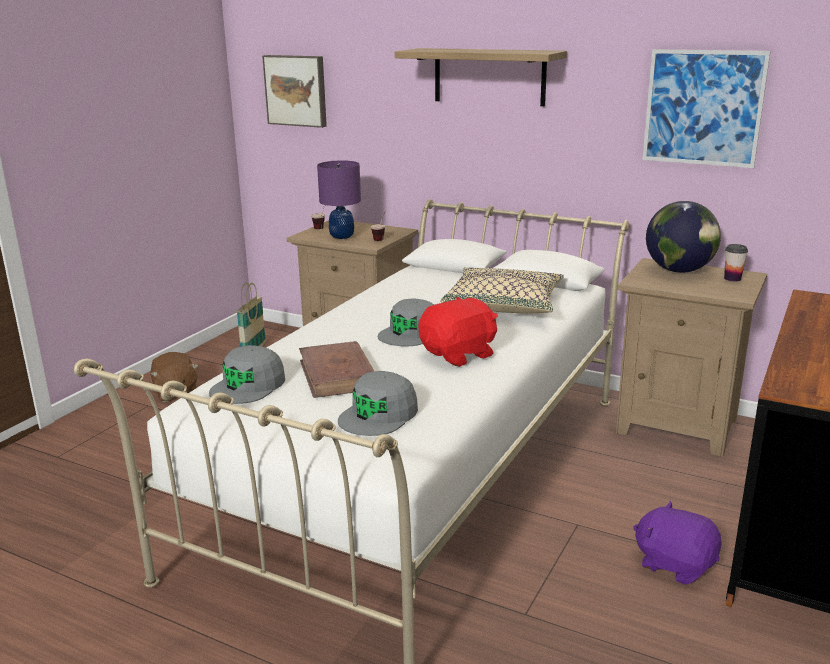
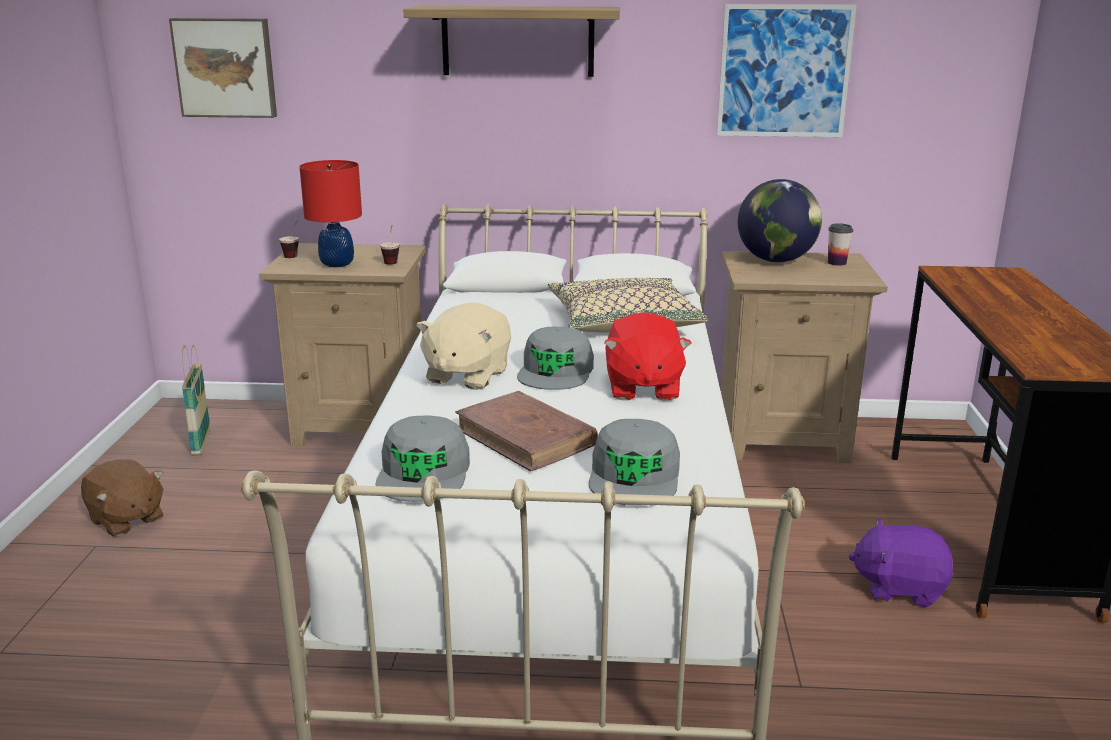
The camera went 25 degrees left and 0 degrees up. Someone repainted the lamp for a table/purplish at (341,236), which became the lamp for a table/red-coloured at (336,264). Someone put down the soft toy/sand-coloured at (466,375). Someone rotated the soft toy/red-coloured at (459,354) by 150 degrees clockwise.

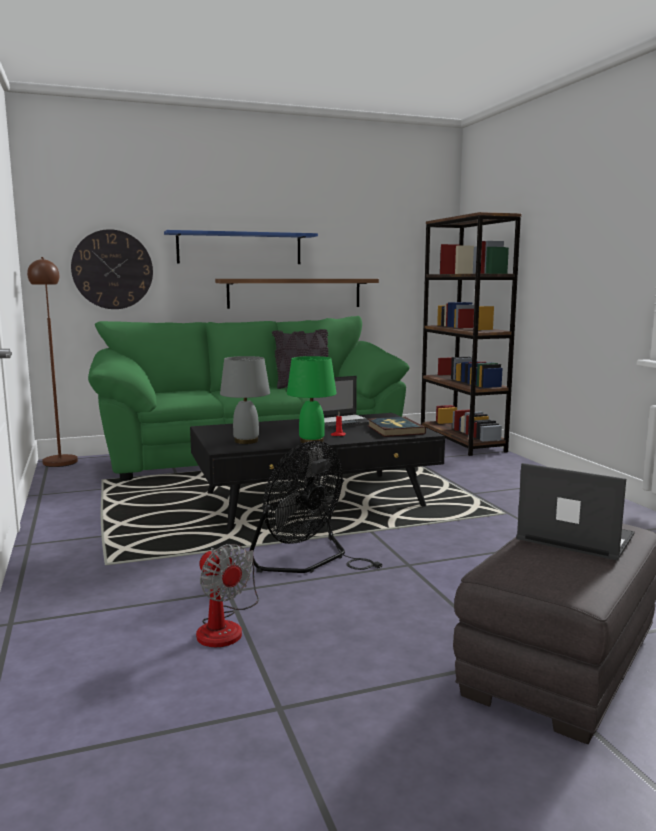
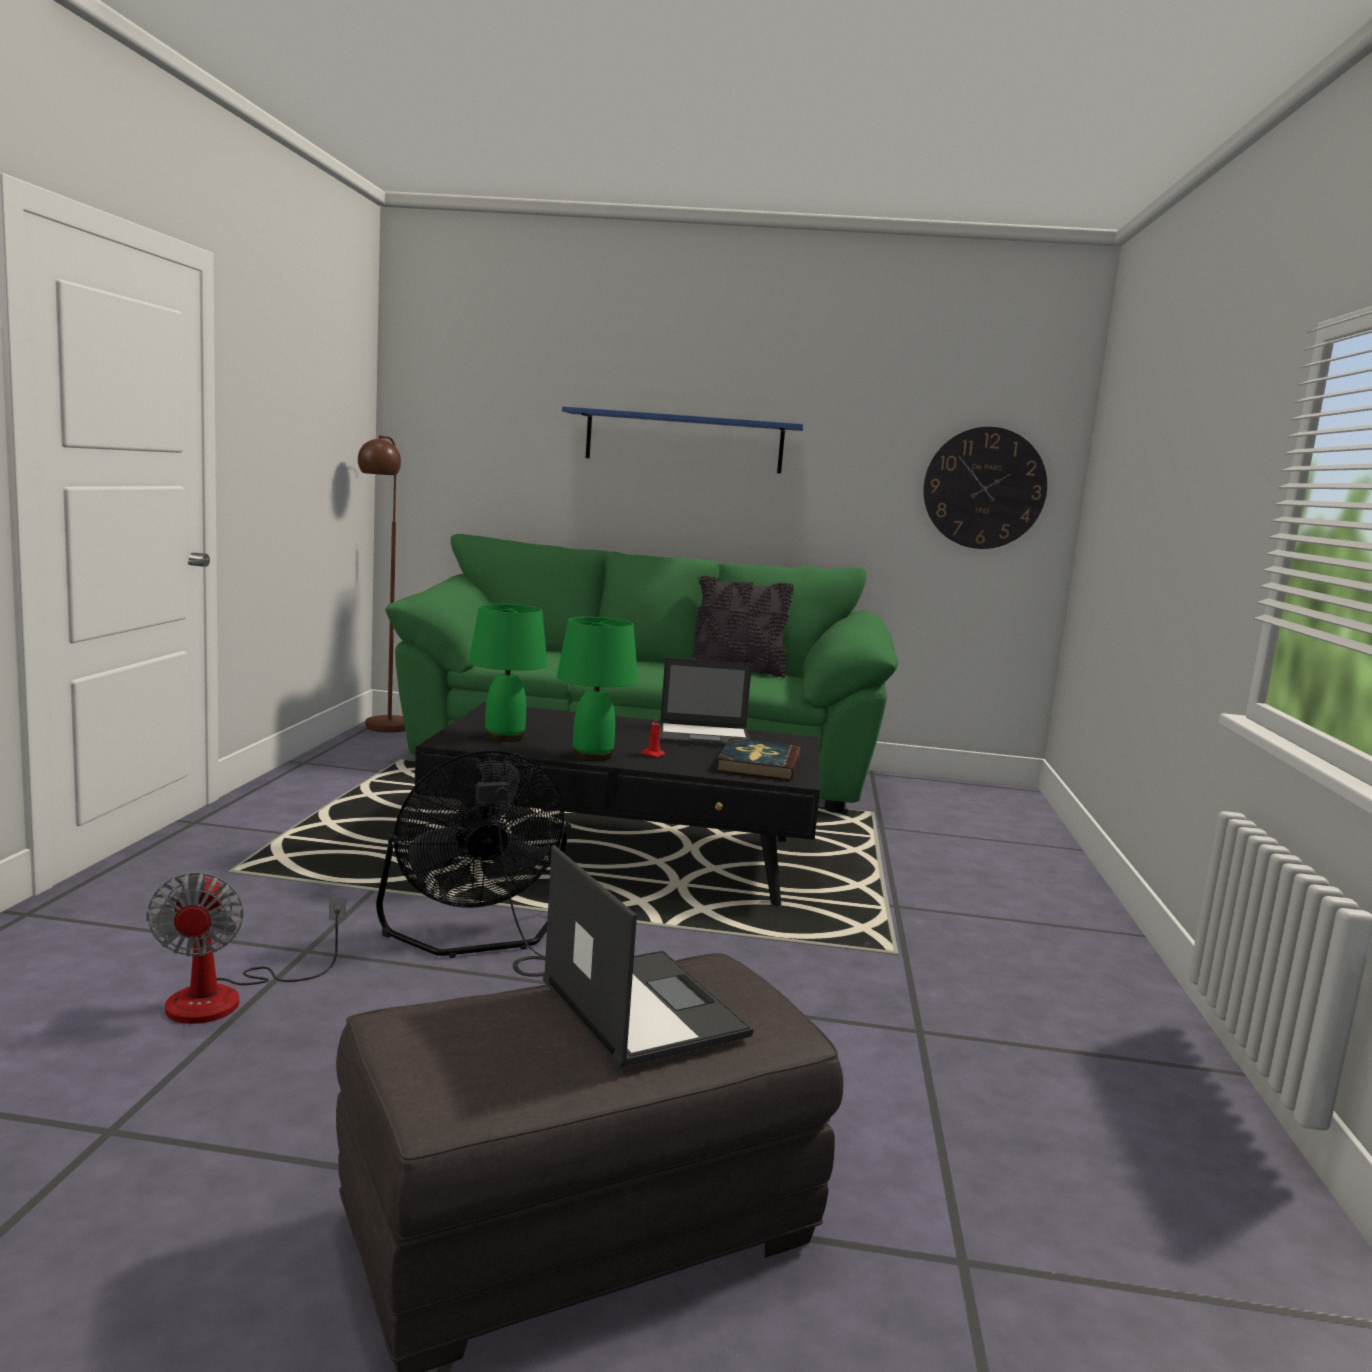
The camera went 25 degrees right and 0 degrees up. Someone repainted the lamp for a table/gray at (245,441), which became the lamp for a table/greenish at (504,737). Someone carried the clock on the wall from (112,269) to (984,488). Someone took away the wall shelf at (295,293). Someone took away the bookshelf/brown at (461,442).

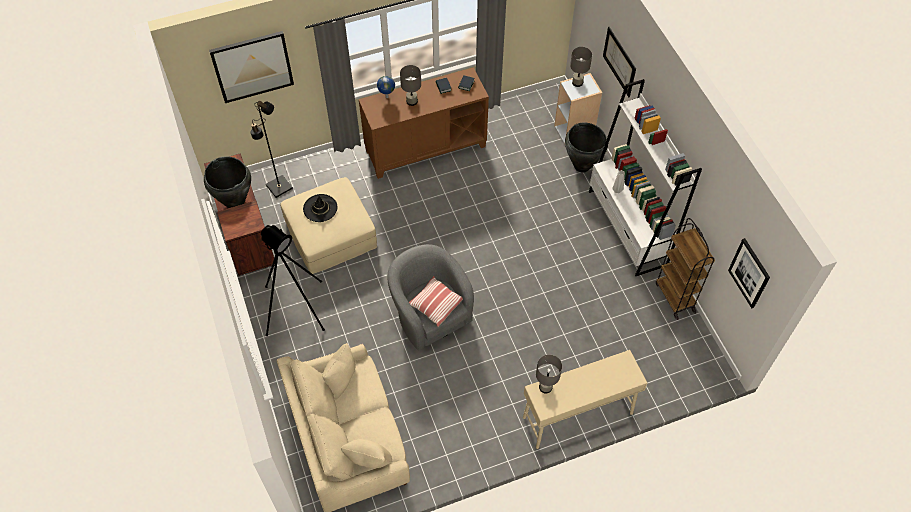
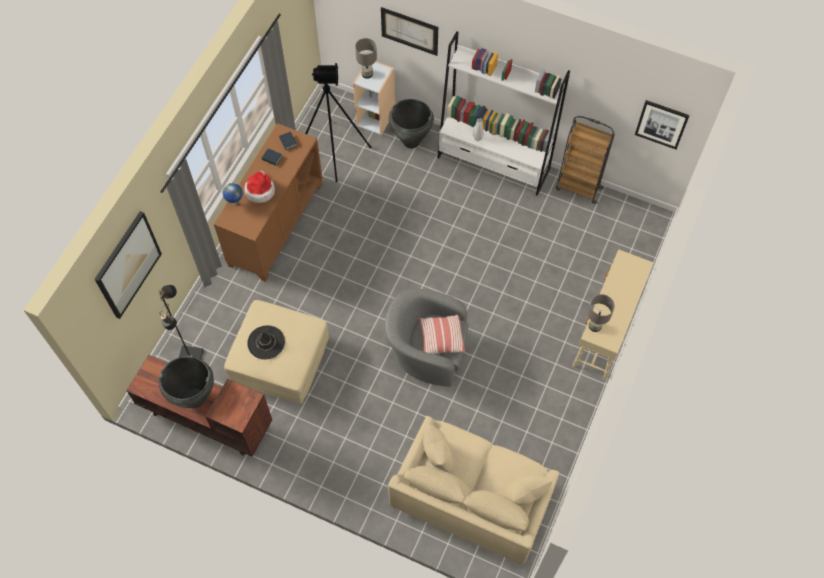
The camera went 45 degrees left and 5 degrees up. Someone swapped the lamp for a table/gray at (411,101) for the clothing hat at (260,190). Someone carried the standard lamp/black from (294,308) to (334,151).

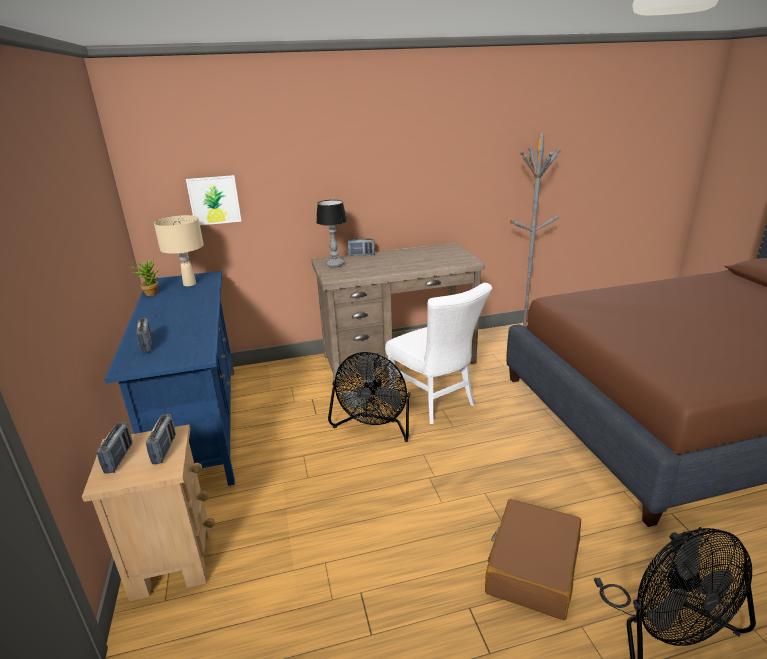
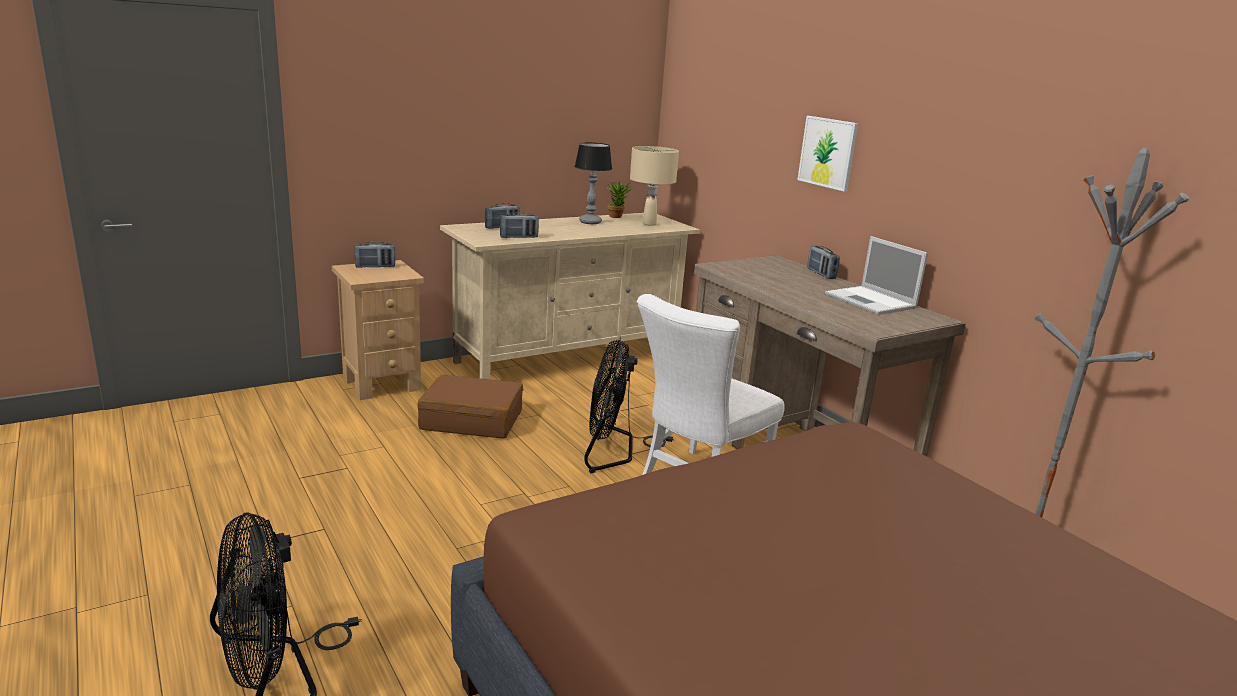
The camera went 70 degrees right and 5 degrees down. Someone carried the piece of luggage/brown from (532,566) to (472,420). Someone repainted the chest of drawers/blue at (201,424), which became the chest of drawers/sand-coloured at (568,358). Someone carried the radio from (164,449) to (519,237). Someone carried the lamp for a table from (335,264) to (591,222). Someone carried the wall picture from (214,200) to (828,152). Someone put down the portable computer at (871,301).

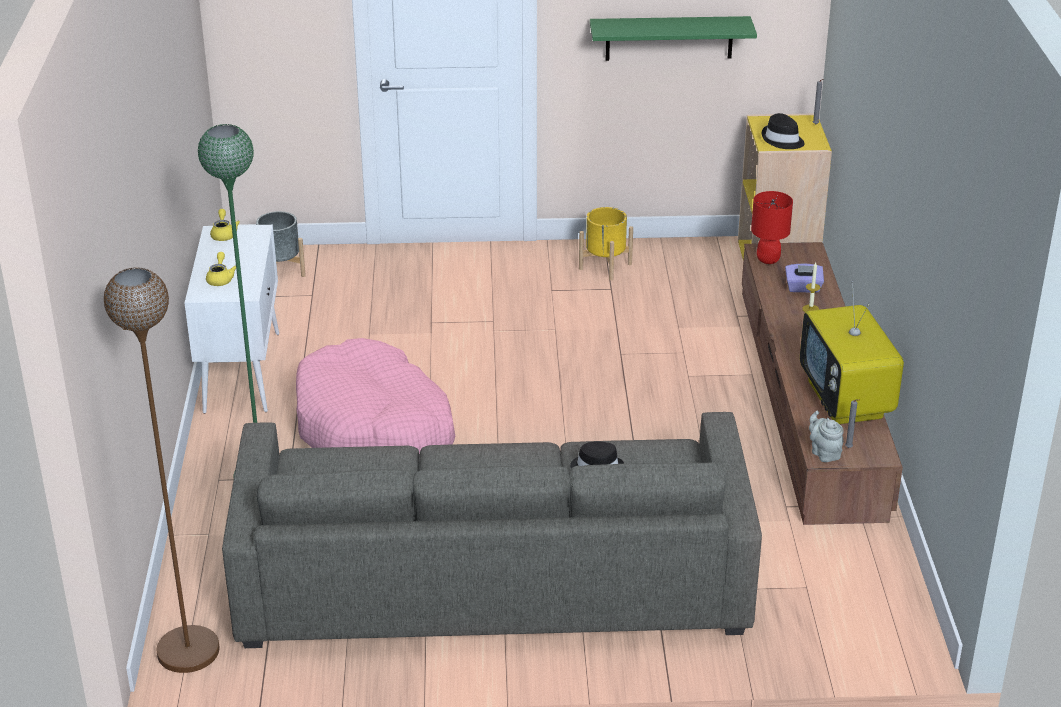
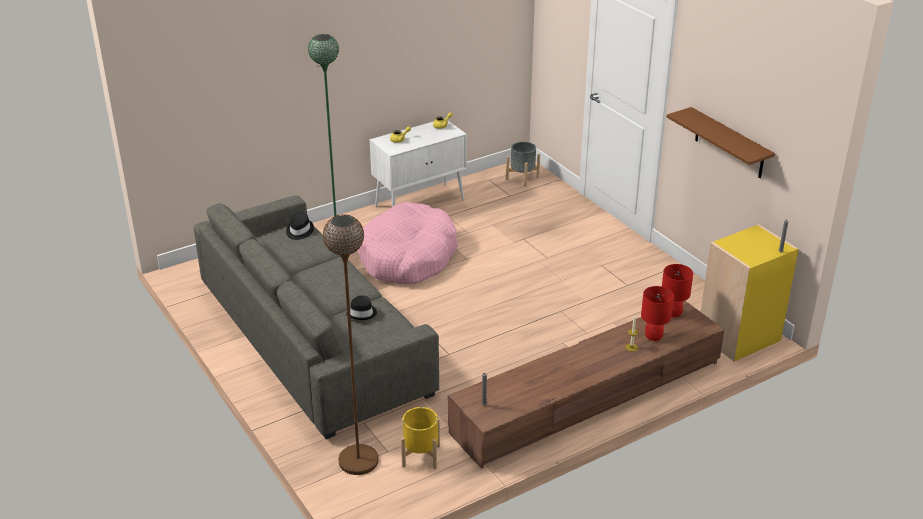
The camera went 60 degrees right and 0 degrees up. Someone carried the clothing hat/black from (782,140) to (299,231). Someone carried the standard lamp/brown from (187,651) to (358,461). Someone carried the planter/yellow from (605,266) to (421,456). Someone swapped the tissue holder/purplish at (803,288) for the lamp for a table/red-coloured at (654,337). Someone repainted the wall shelf/greenish at (669,38), which became the wall shelf/brown at (729,143). Someone took away the TV set at (846,400). Someone took away the tea pot/gray at (824,453).

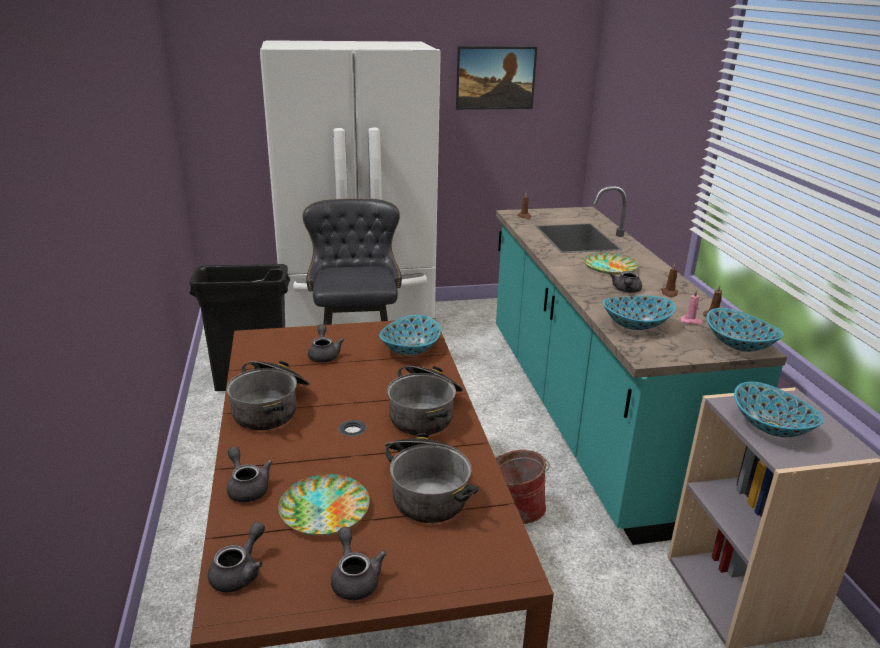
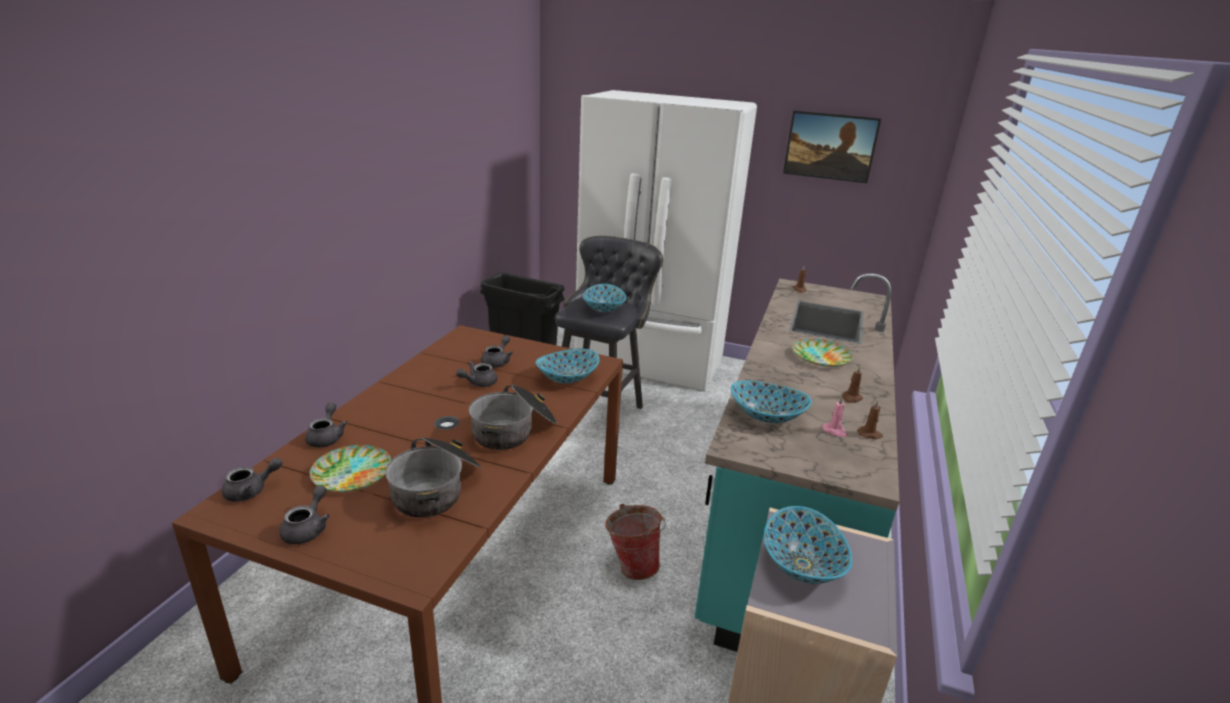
The camera went 30 degrees right and 0 degrees up. Someone carried the tea pot/gray from (626,291) to (478,383). Someone carried the bowl from (739,345) to (603,309). Someone took away the stockpot at (271,407).

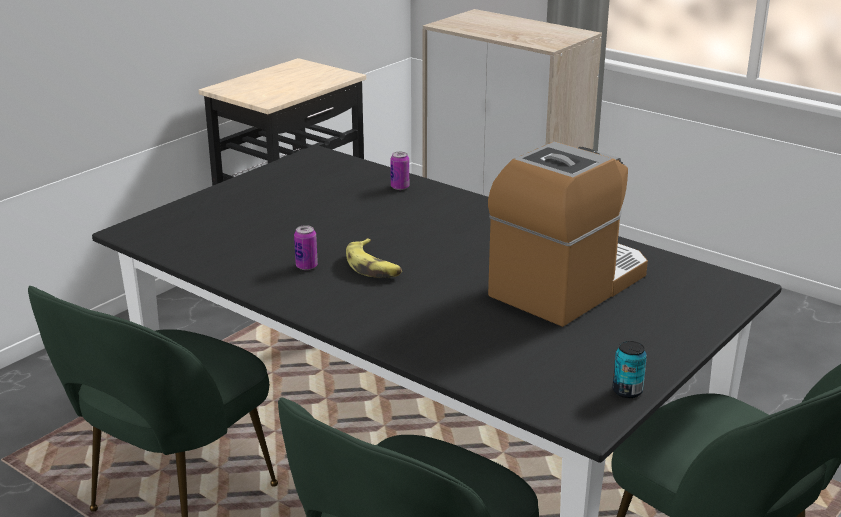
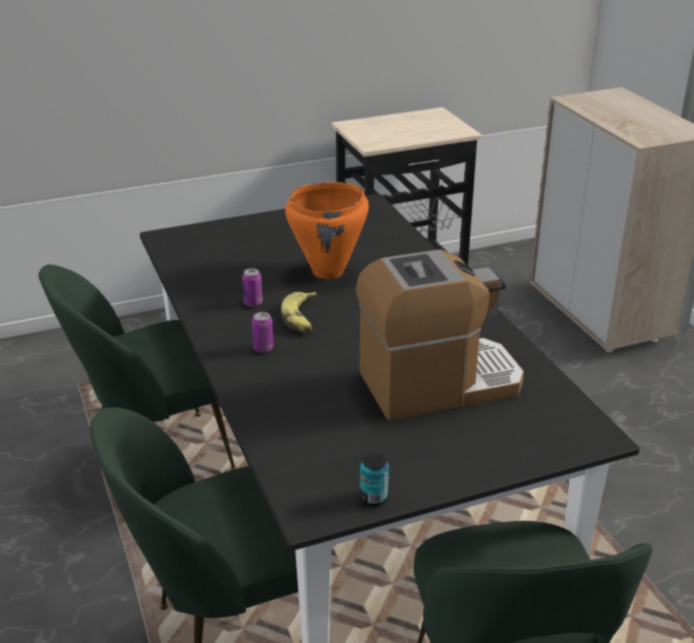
The camera went 30 degrees right and 5 degrees up. Someone carried the sealed can from (400,187) to (263,348). Someone put down the stockpot/orange at (328,271).

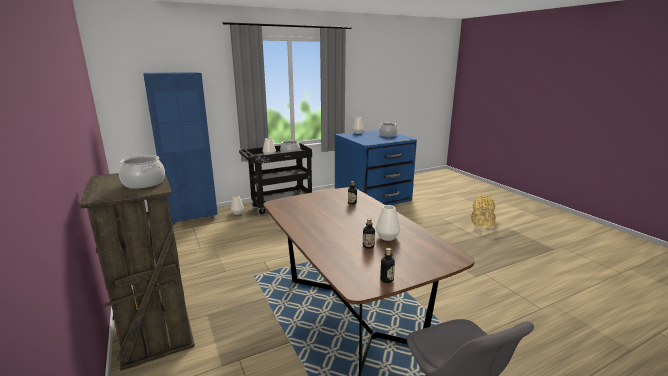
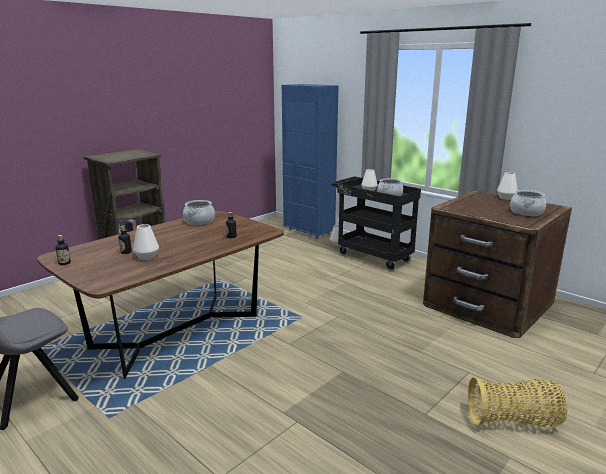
The camera went 70 degrees right and 0 degrees up. Someone carried the stockpot from (144,183) to (199,221). Someone repainted the chest of drawers/blue at (374,196), which became the chest of drawers/brown at (487,304).

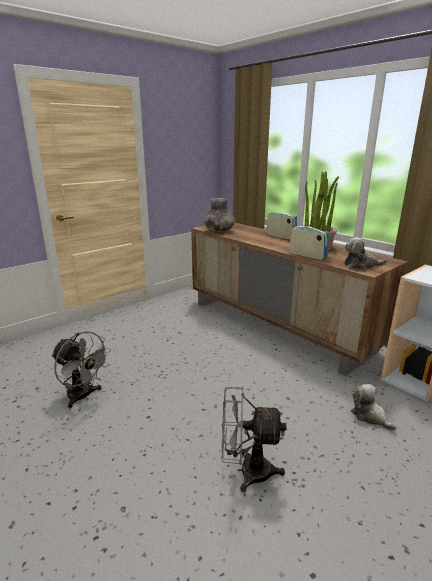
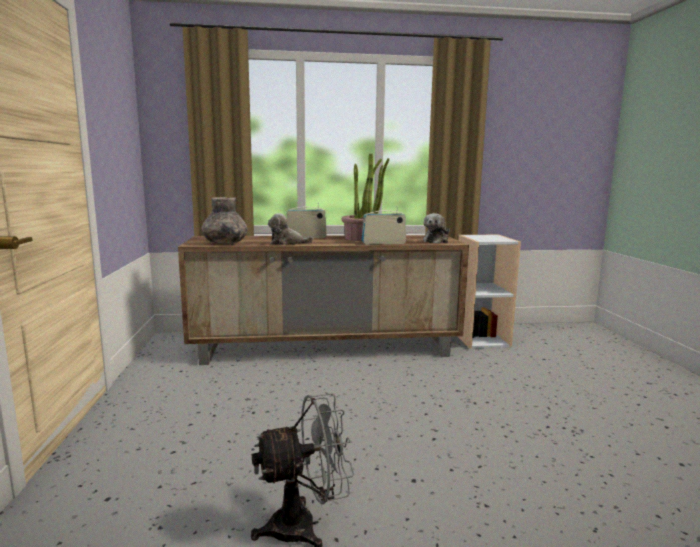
The camera went 55 degrees left and 10 degrees down. Someone carried the soft toy from (370,416) to (287,243). Someone took away the fan/gray at (247,471).

